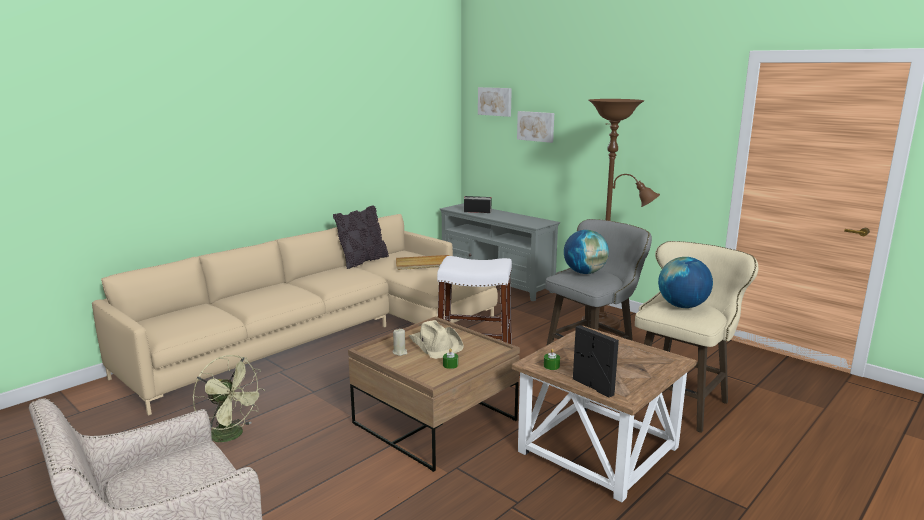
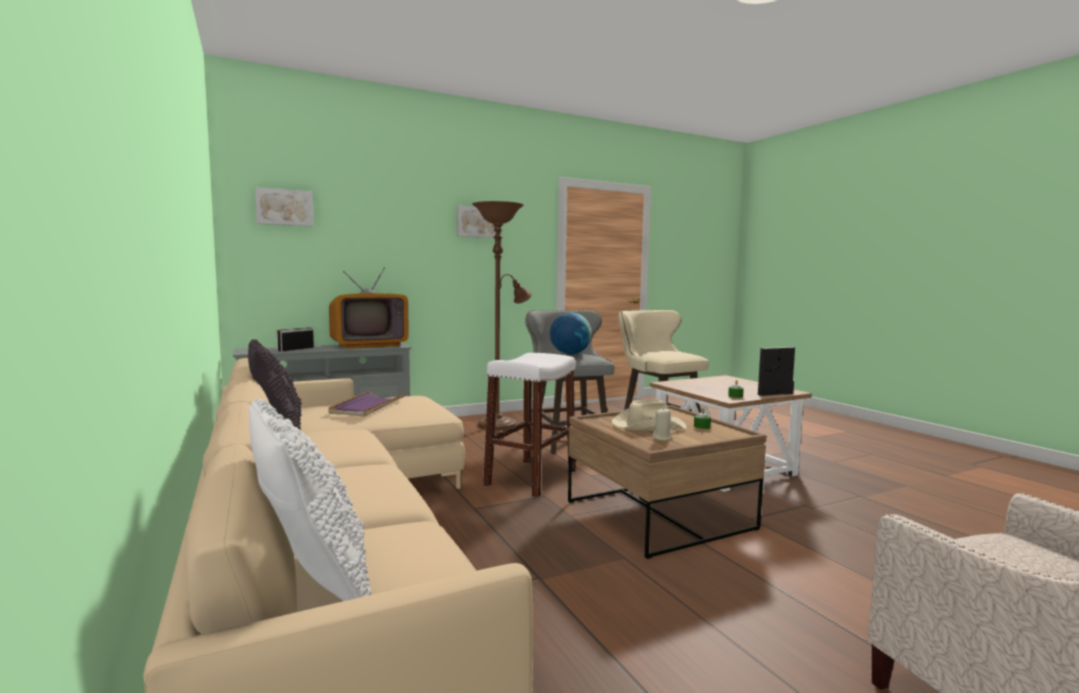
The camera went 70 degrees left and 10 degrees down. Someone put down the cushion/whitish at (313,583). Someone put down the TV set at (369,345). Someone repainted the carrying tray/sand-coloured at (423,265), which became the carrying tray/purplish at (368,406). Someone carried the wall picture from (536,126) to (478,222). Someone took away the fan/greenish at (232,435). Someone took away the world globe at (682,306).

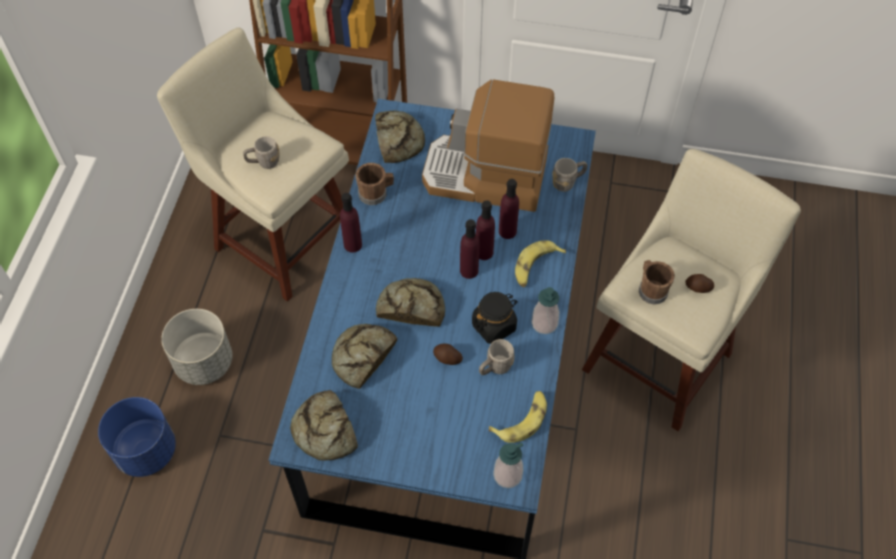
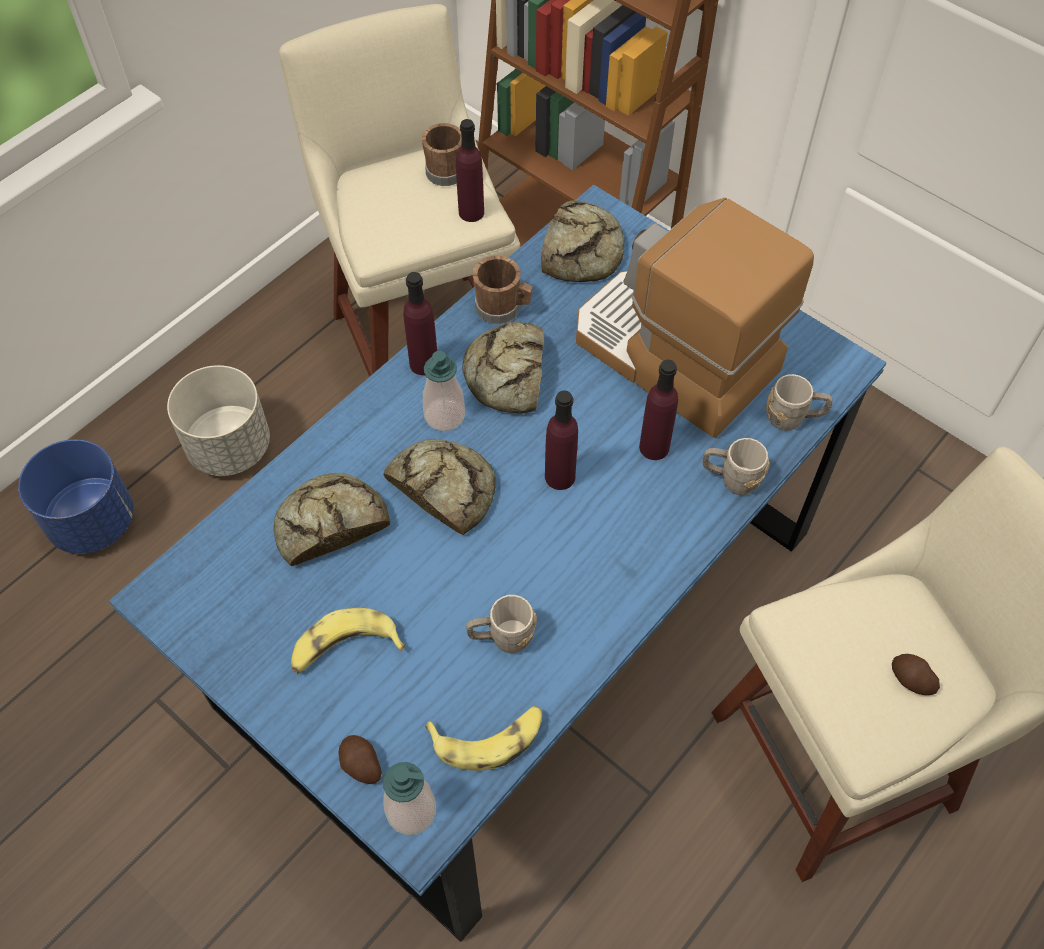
The camera went 30 degrees right and 0 degrees up. Someone carried the banana fruit from (535,267) to (344,648). Someone carried the whole potato from (447,358) to (360,764). Someone carried the mug/brown from (651,289) to (446,169). Someone carried the soap bottle from (544,323) to (444,415). Someone carried the bottle/purplish from (484,252) to (471,212). Someone carried the baked bread from (325,431) to (507,374). Someone carried the mug/gray from (263,162) to (731,479). Someone took away the jar/black at (494,326).

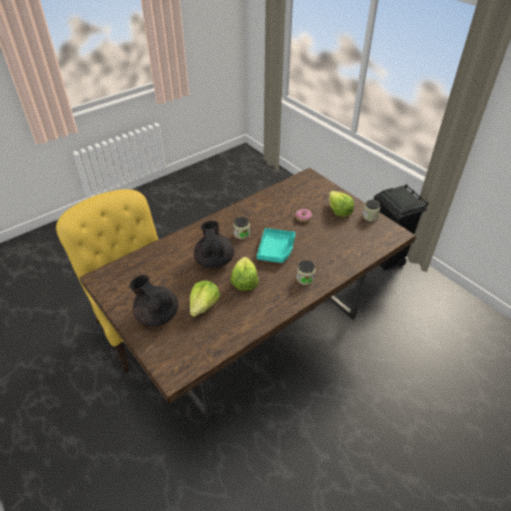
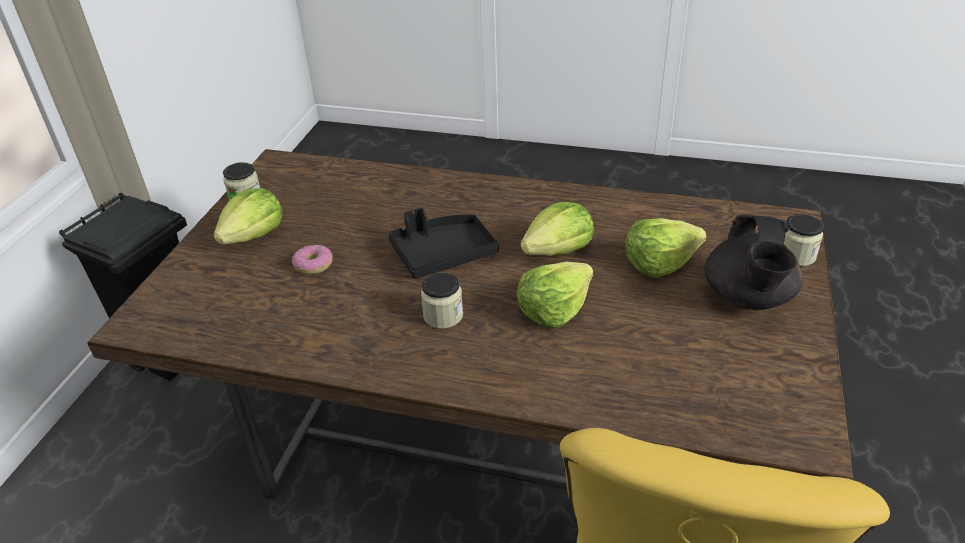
The camera went 125 degrees left and 5 degrees down. Someone repainted the carrying tray/blue-green at (276,250), which became the carrying tray/black at (443,254). Someone swapped the tea pot/black at (214,260) for the lettuce head at (553,309). Someone carried the jar from (305,279) to (796,255).

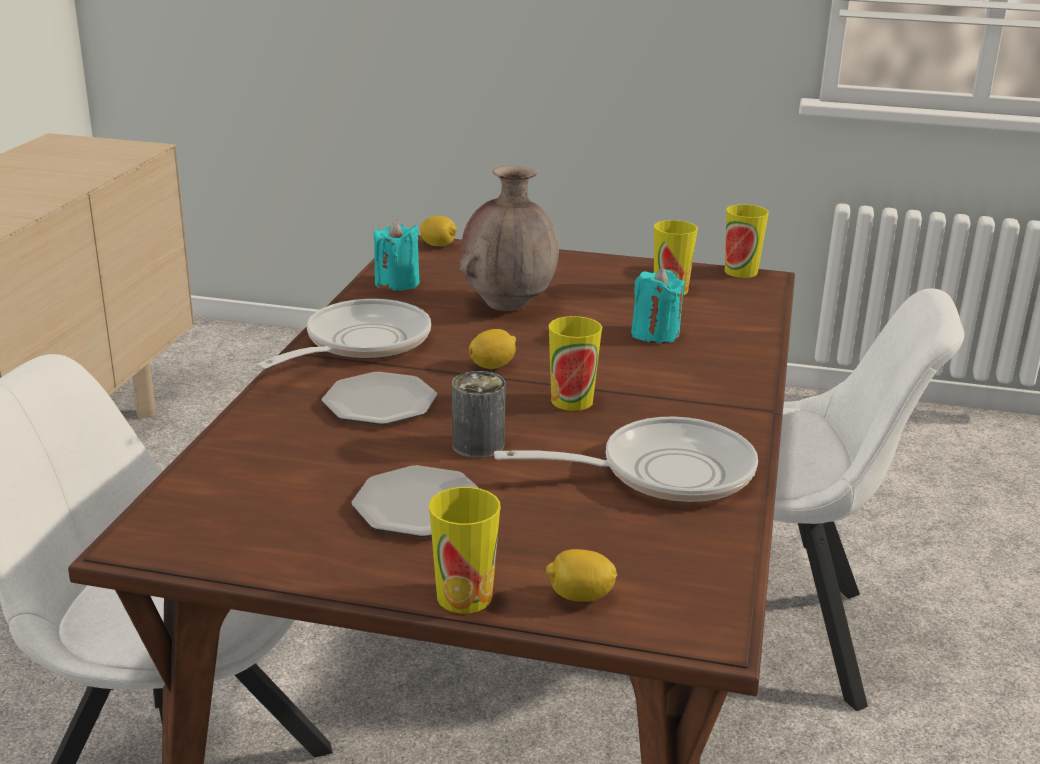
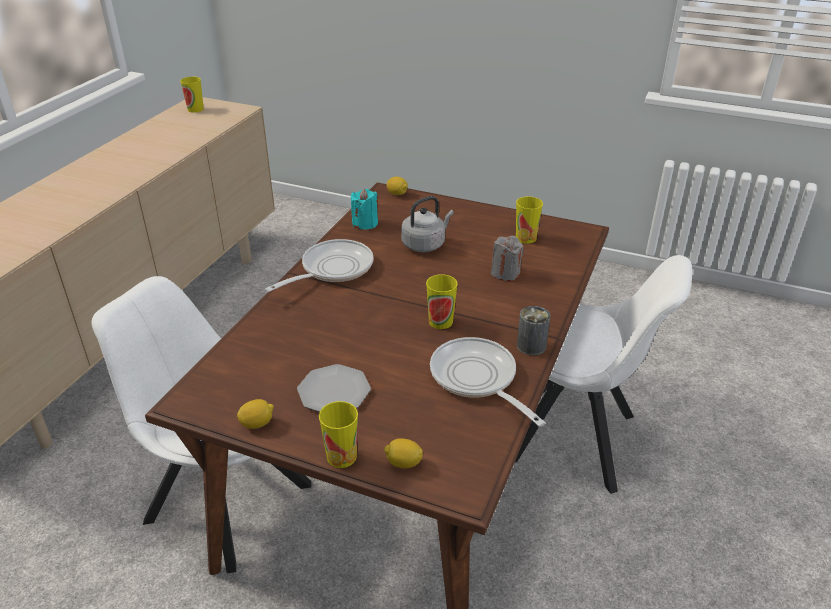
The camera went 10 degrees right and 10 degrees up. Someone carried the cup from (741,271) to (195,109). Someone carried the citrus fruit from (492,366) to (257,423). Someone swapped the flower vase/brown at (508,305) for the kettle/gray at (425,244). Someone rotated the frying pan at (663,472) by 120 degrees counterclockwise. Someone repainted the wax candle/blue-green at (655,334), which became the wax candle/gray at (505,273). Someone carried the sealed can from (478,445) to (531,346). Someone took away the dinner plate at (380,402).

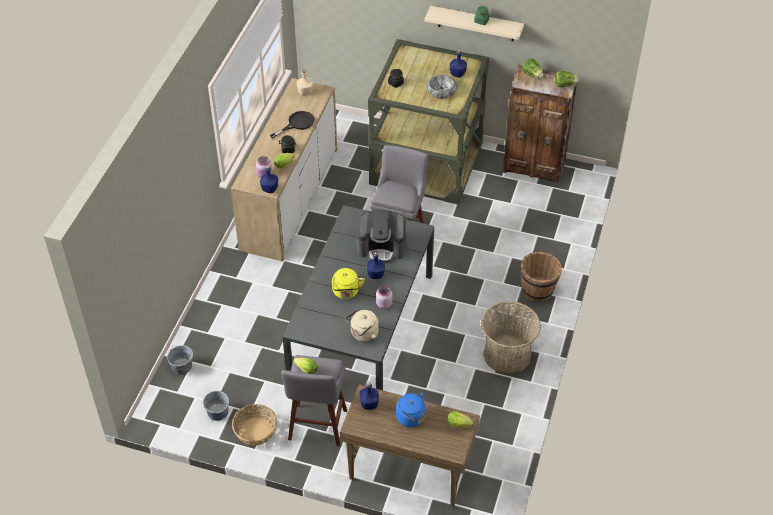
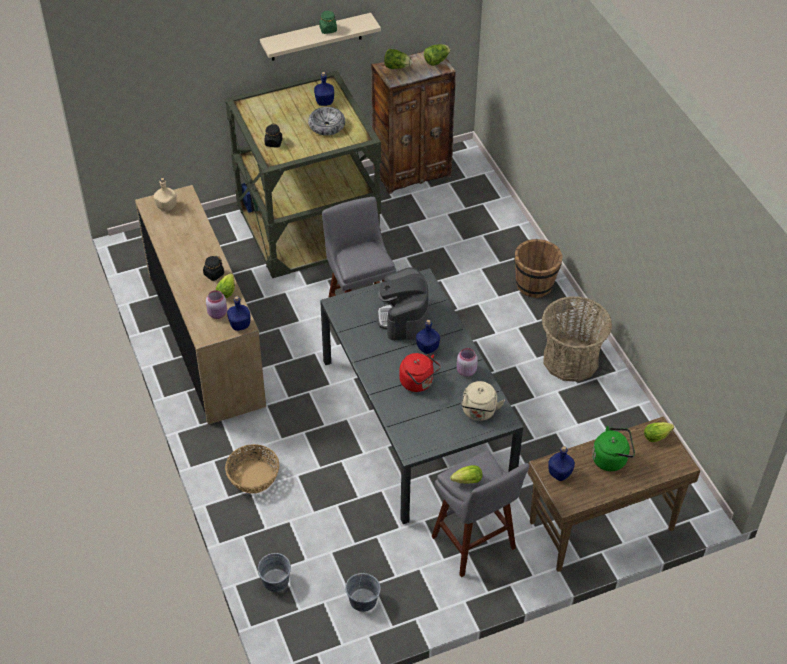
The camera went 40 degrees left and 0 degrees up. Someone carried the household basket from (255,431) to (253,476). Someone rotated the coffee machine at (382,247) by 120 degrees clockwise. Someone repainted the kettle/yellow at (346,292), which became the kettle/red-coloured at (418,383). Someone repainted the kettle/blue at (412,418), which became the kettle/greenish at (611,459). Someone took away the frying pan/black at (297,124).

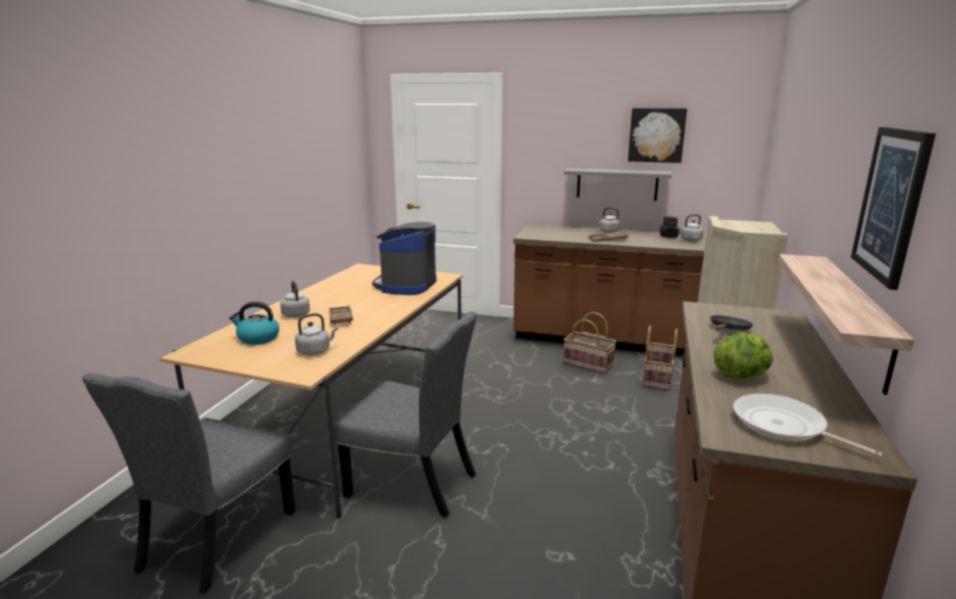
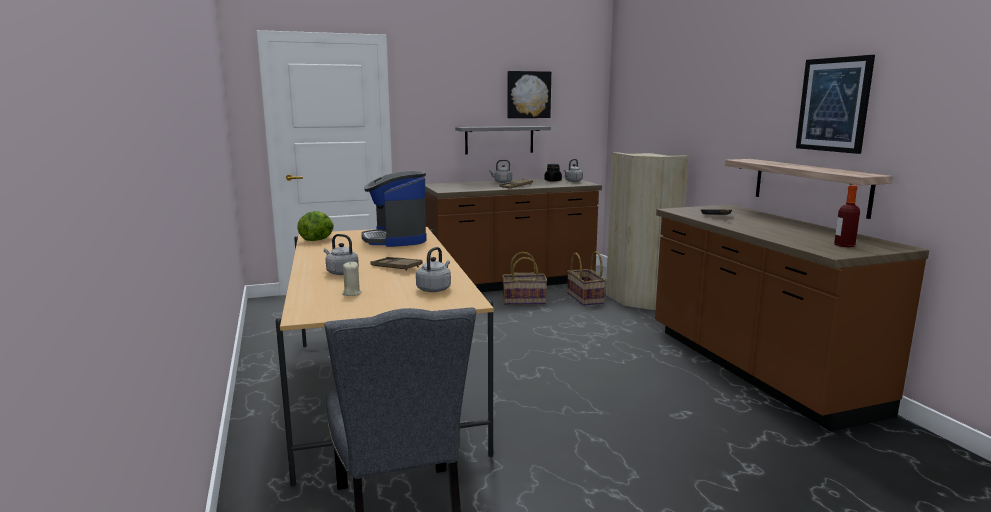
The camera went 35 degrees left and 5 degrees down. Someone carried the lettuce head from (742,376) to (317,240). Someone swapped the kettle at (257,338) for the wax candle/sand-coloured at (351,293). Someone swapped the frying pan at (783,426) for the bottle at (844,245). Someone took away the chair/gray at (410,482).

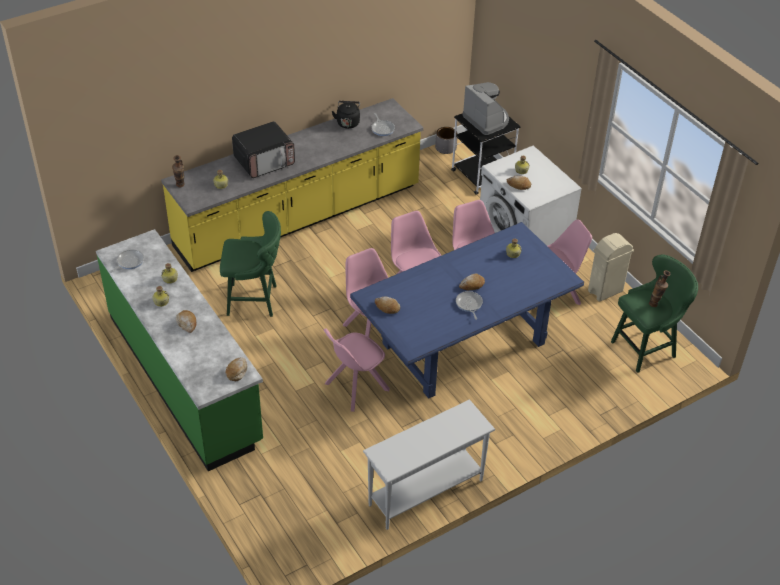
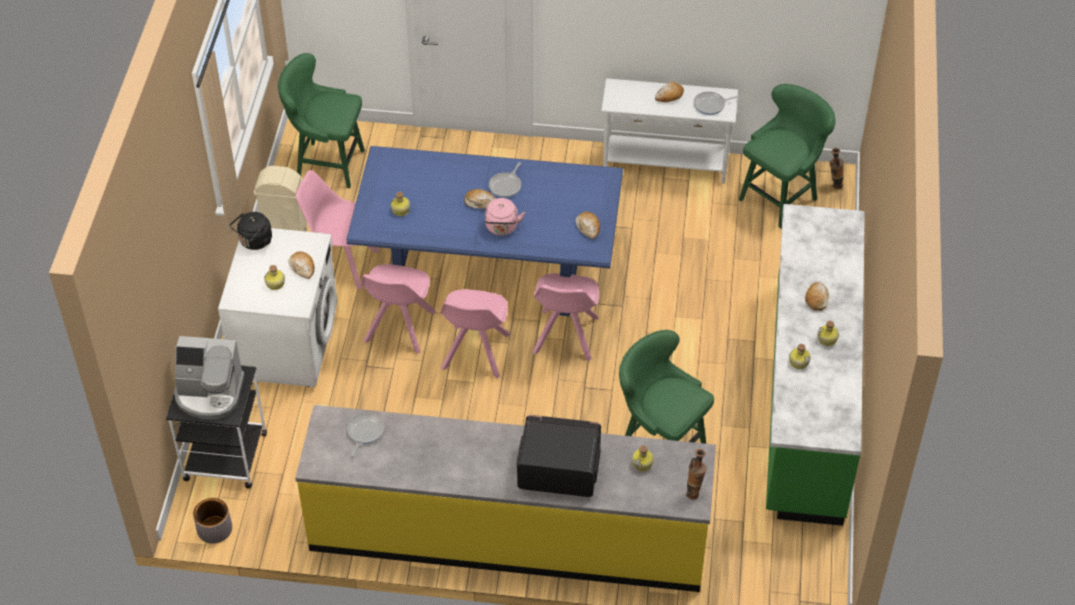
The camera went 140 degrees left and 5 degrees up. Someone rotated the coffee machine at (486,120) by 90 degrees counterclockwise. Someone carried the kettle/black from (348,122) to (254,242). Someone put down the kettle/pink-coloured at (502,228). Someone carried the baked bread from (237,371) to (669,95). Someone carried the frying pan from (129,262) to (711,105). Someone put down the sitting stool/greenish at (780,197). Someone carried the flower vase from (655,304) to (834,185). Someone took away the chair/pink-coloured at (355,387).

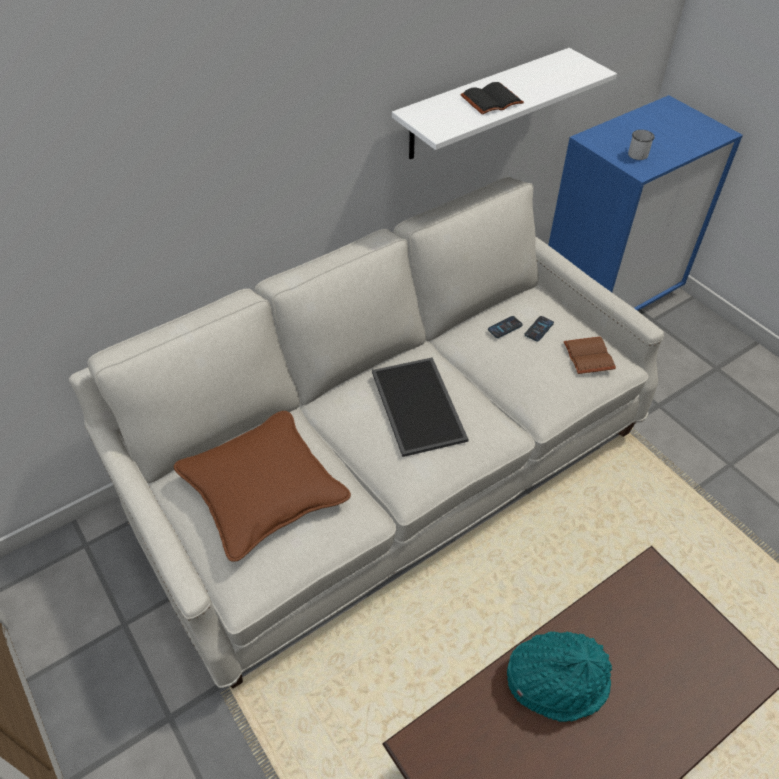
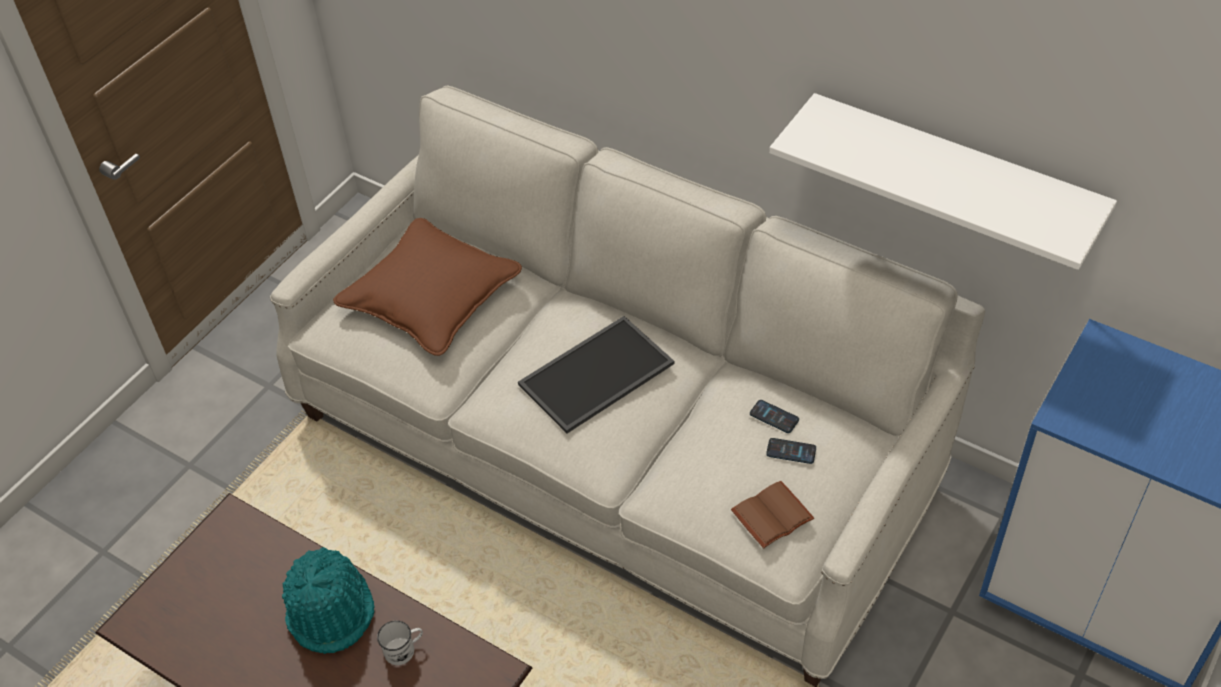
The camera went 70 degrees right and 0 degrees up. Someone carried the mug/whitish from (637,153) to (404,649). Someone took away the book/black at (491,99).

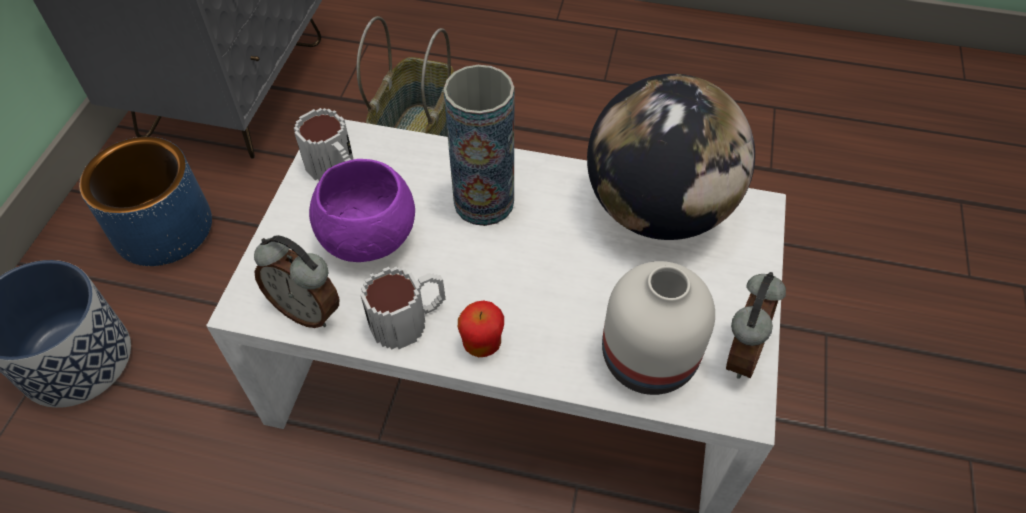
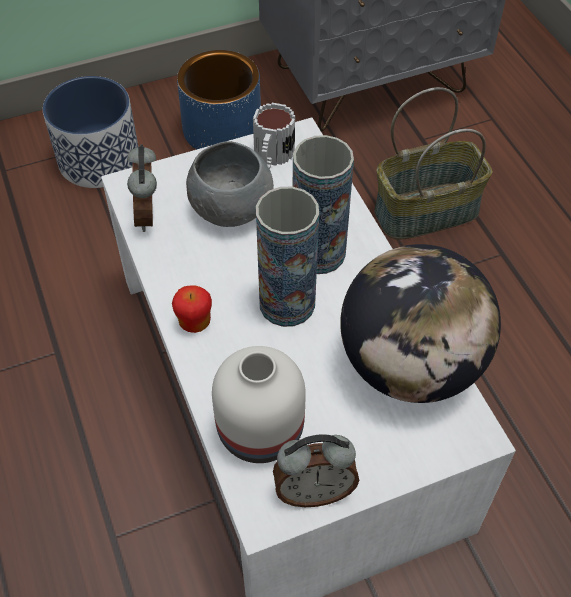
The camera went 55 degrees right and 0 degrees up. Someone repainted the bowl/purplish at (367,238), which became the bowl/gray at (230,209). Someone put down the flower vase at (287,303). Someone took away the mug at (409,320).

